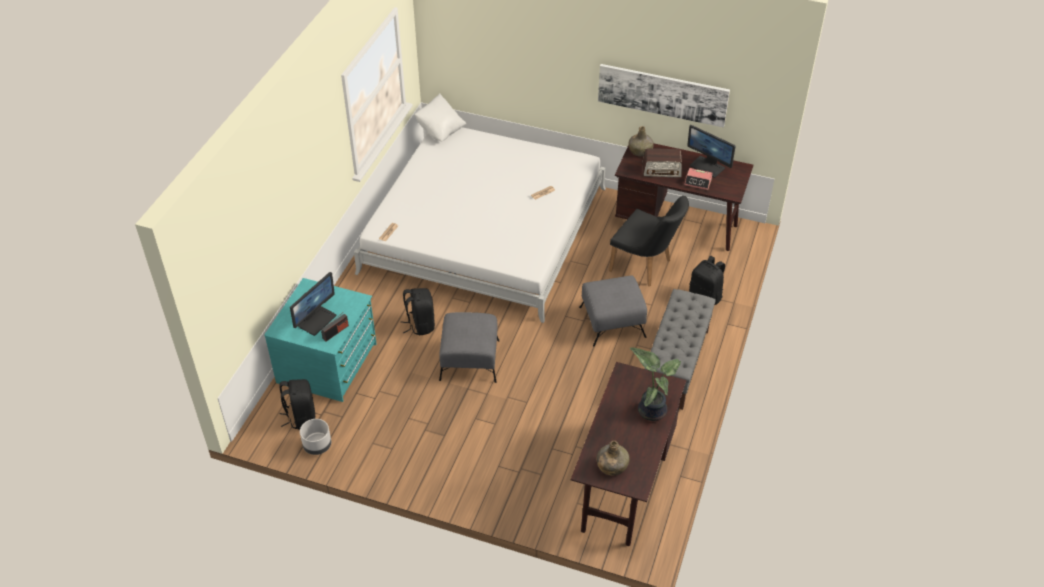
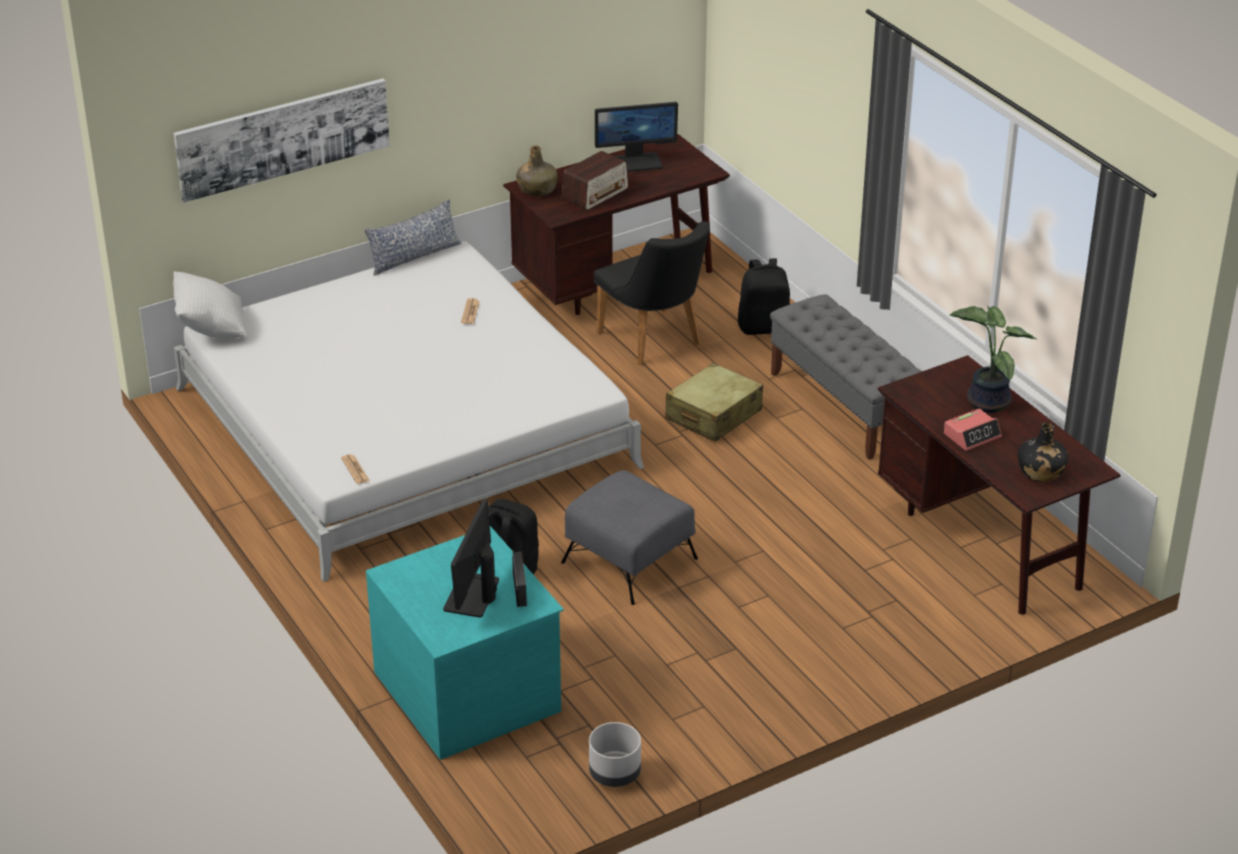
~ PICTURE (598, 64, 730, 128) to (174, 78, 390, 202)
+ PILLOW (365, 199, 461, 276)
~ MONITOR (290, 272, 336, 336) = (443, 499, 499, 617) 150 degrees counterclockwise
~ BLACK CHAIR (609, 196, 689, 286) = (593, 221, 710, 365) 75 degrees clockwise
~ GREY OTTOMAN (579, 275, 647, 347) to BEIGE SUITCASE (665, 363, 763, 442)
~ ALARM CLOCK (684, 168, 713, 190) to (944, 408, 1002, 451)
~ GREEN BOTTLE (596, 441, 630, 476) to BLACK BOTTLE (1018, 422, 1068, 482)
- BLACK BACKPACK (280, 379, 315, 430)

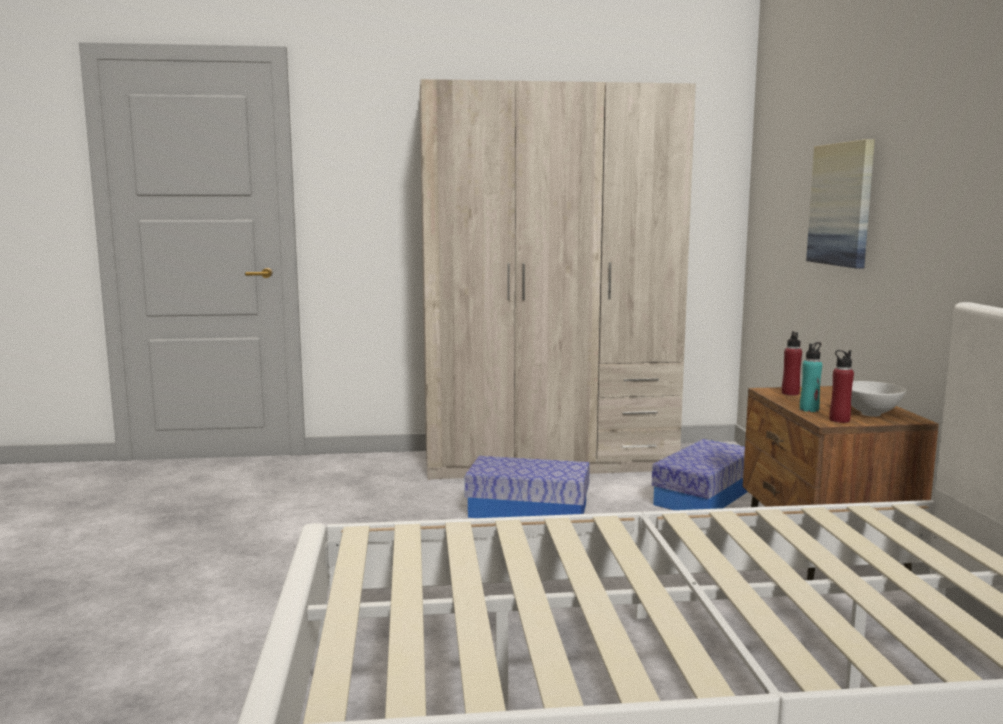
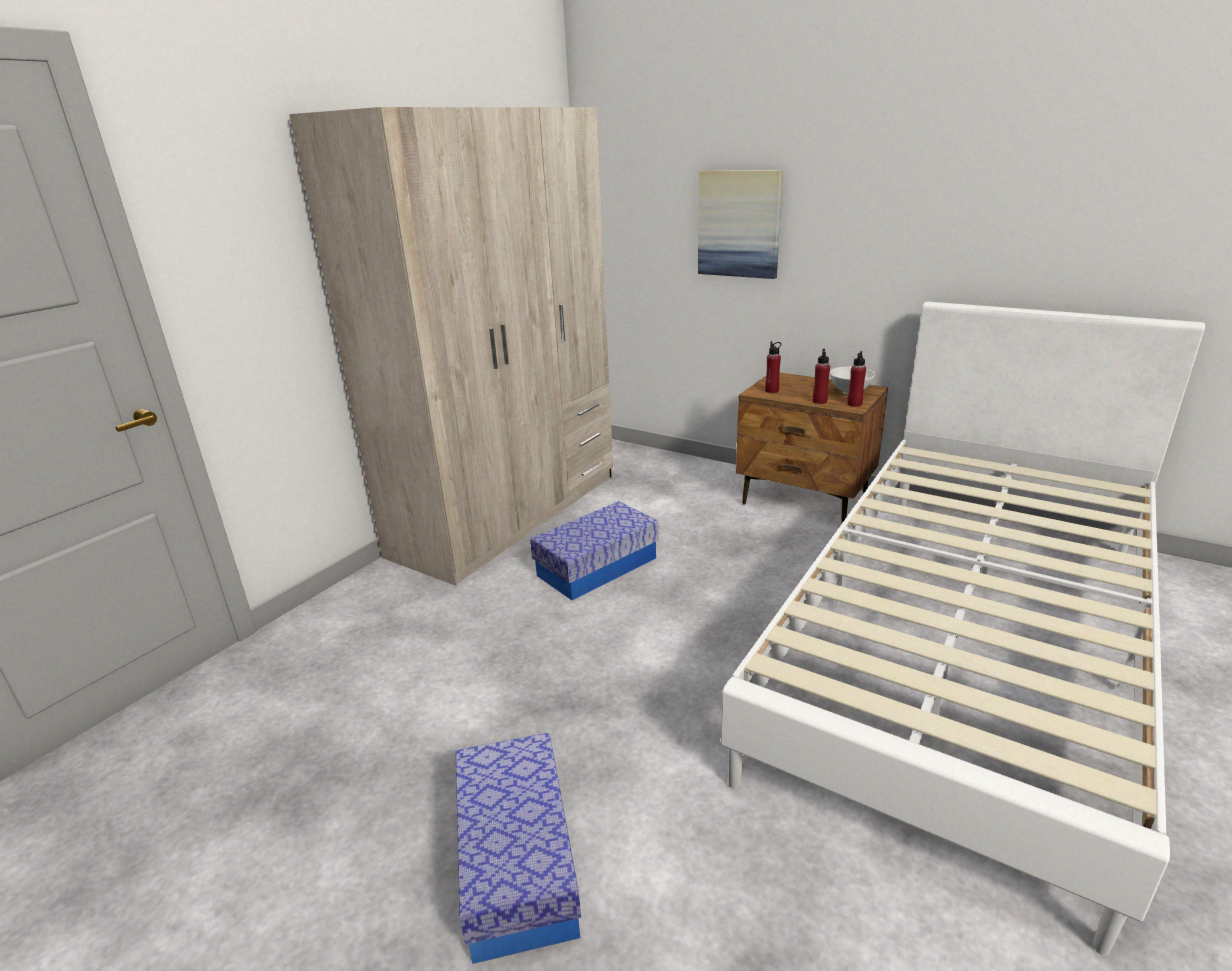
~ STORAGE BOX (652, 439, 748, 510) to (456, 733, 581, 964)
~ TURQUOISE BOTTLE (800, 342, 822, 412) to RED BOTTLE (813, 349, 830, 404)

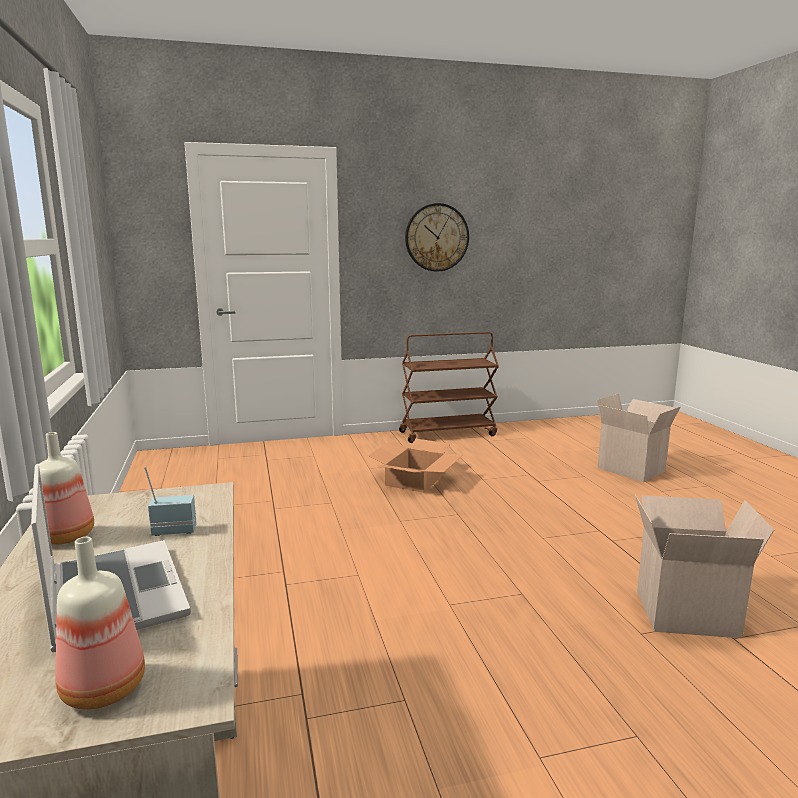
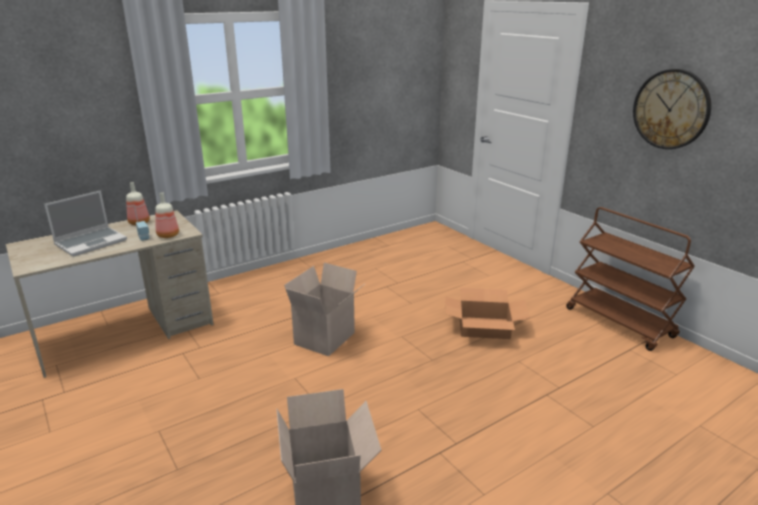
~ BOTTLE (55, 537, 145, 710) to (155, 192, 179, 238)
~ CARDBOARD BOX (597, 394, 681, 482) to (284, 263, 366, 357)

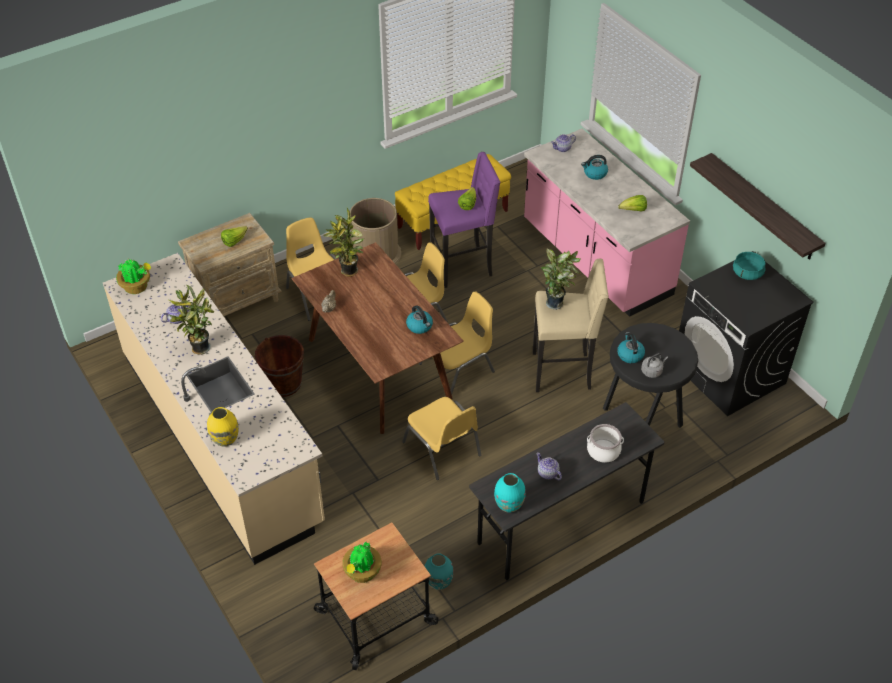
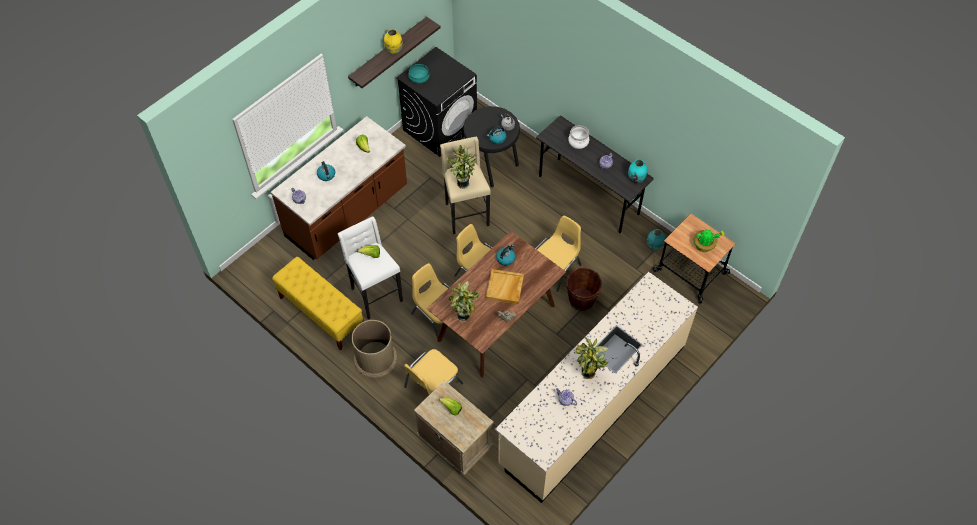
~ PINK COUNTER (524, 129, 690, 317) to BROWN COUNTER (271, 116, 407, 260)
~ PURPLE STOOL (428, 152, 500, 288) to WHITE STOOL (338, 216, 403, 319)
~ YELLOW VASE (207, 407, 239, 447) to (384, 29, 403, 55)
+ BEIGE TRAY (486, 269, 524, 304)
~ BROWN BUCKET (255, 335, 304, 397) to (566, 268, 602, 311)
- POTTED PLANT (116, 259, 151, 294)

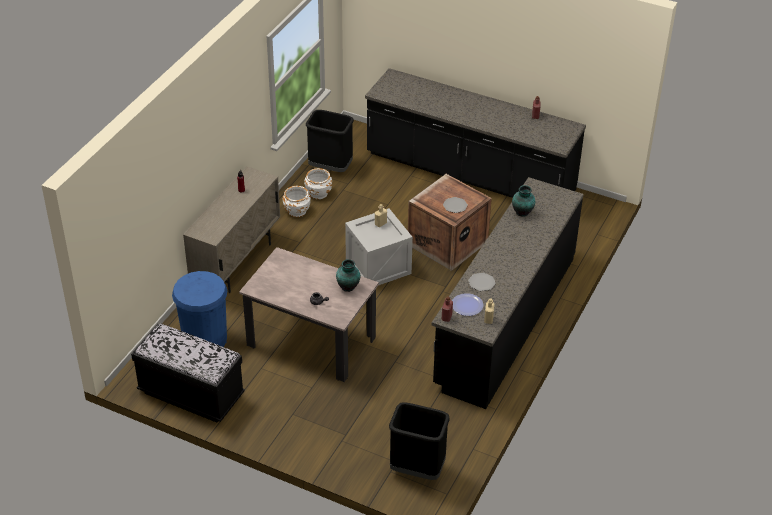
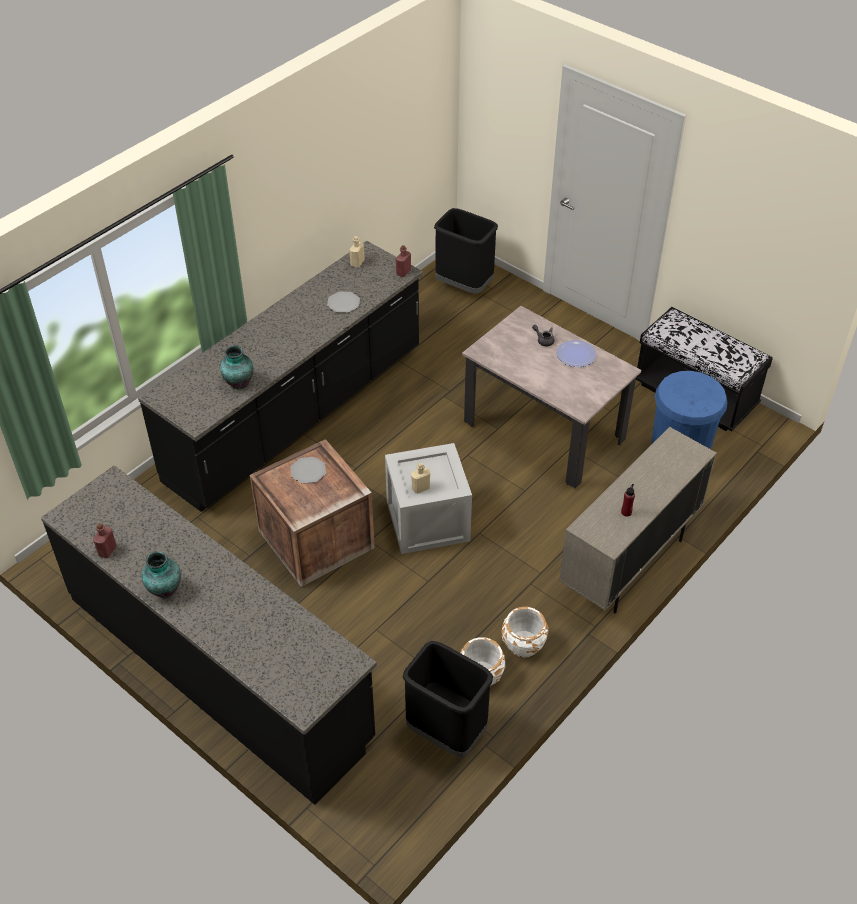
~ VASE (336, 259, 360, 292) to (142, 551, 181, 598)
~ PLATE (452, 293, 484, 316) to (556, 340, 596, 367)

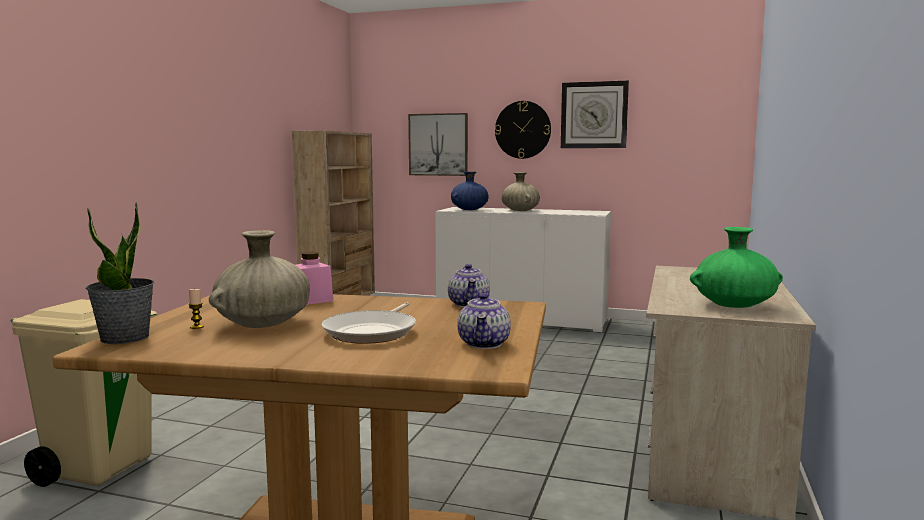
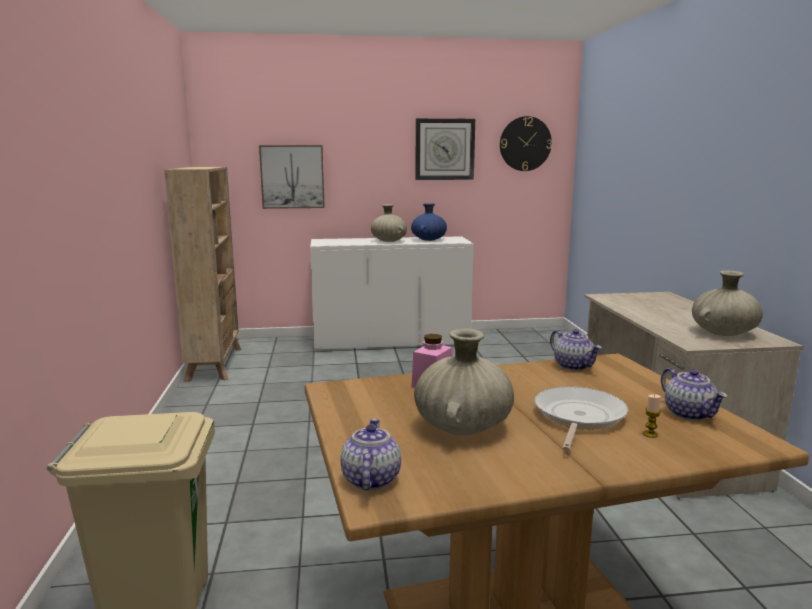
~ POTTED PLANT (86, 202, 154, 344) to TEAPOT (340, 419, 401, 490)
~ BLUE VASE (451, 172, 489, 210) to (411, 203, 447, 241)
~ WALL CLOCK (495, 101, 551, 159) to (500, 116, 552, 171)
~ FRYING PAN (322, 302, 416, 344) = (534, 386, 628, 451) 150 degrees counterclockwise
~ CANDLE (189, 288, 204, 329) to (643, 394, 661, 438)
~ GREEN VASE (690, 227, 783, 308) to BEIGE VASE (692, 270, 763, 336)

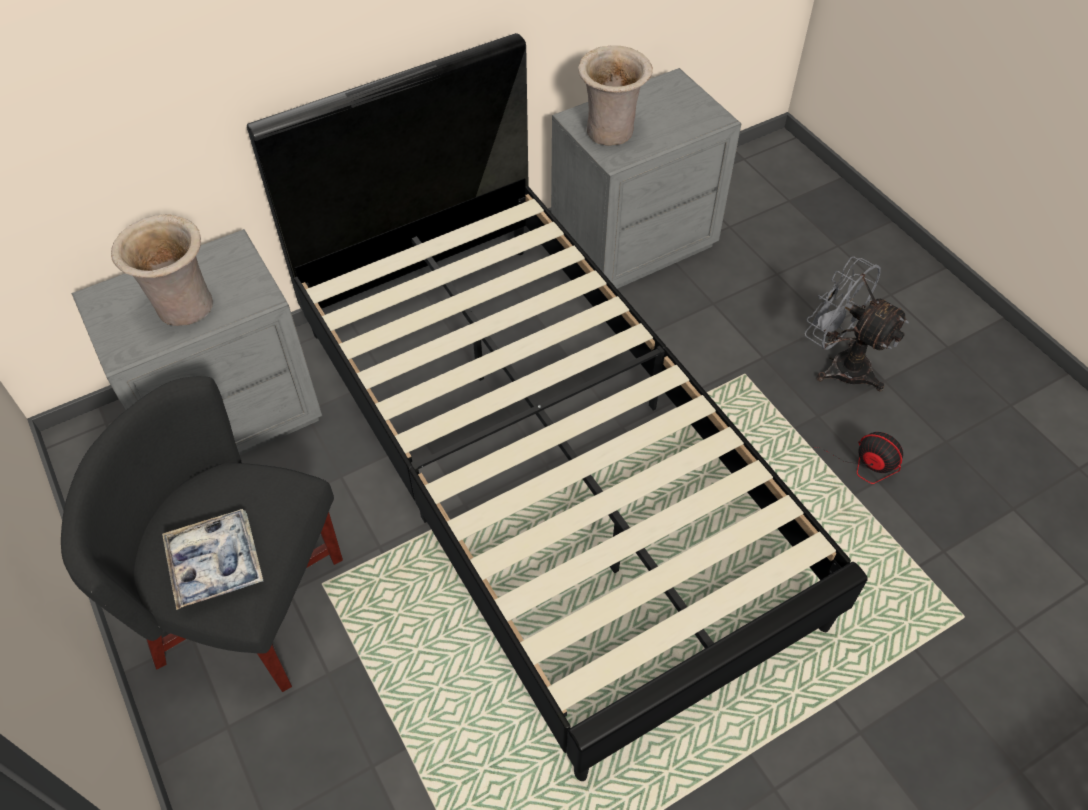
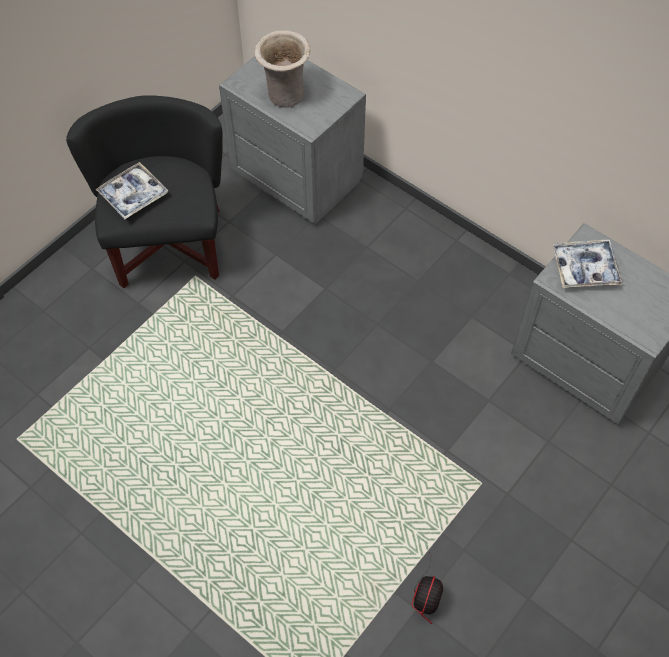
~ BEIGE VASE (578, 46, 653, 146) to TRAY (553, 240, 622, 288)
- BLACK BED (247, 33, 868, 781)
- GREY FAN (805, 257, 909, 392)

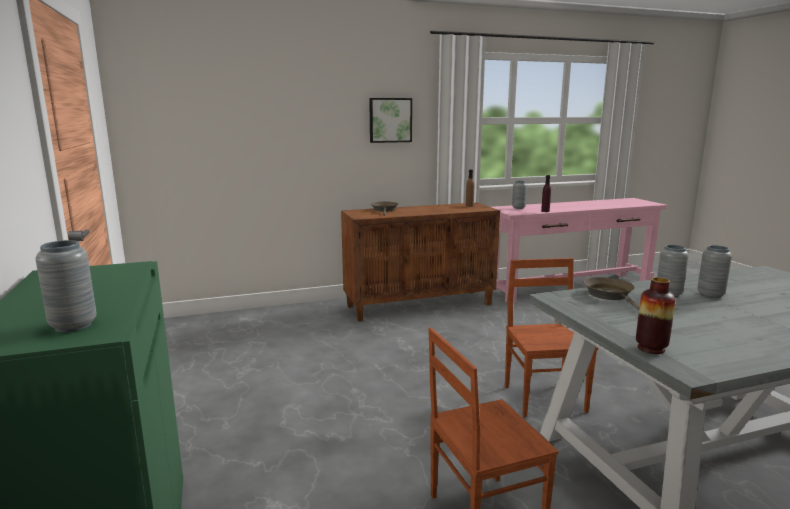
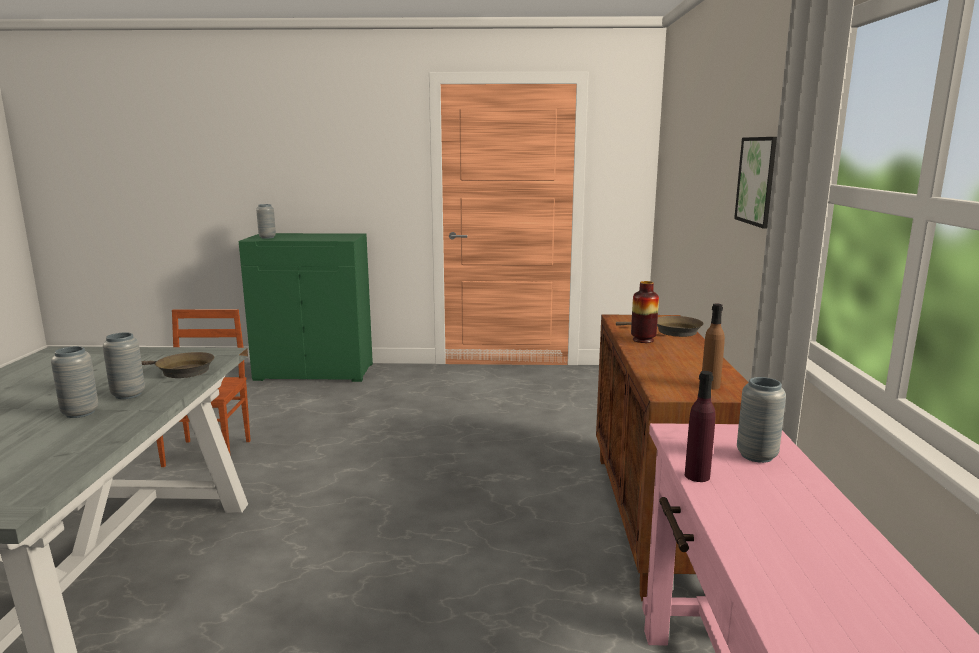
~ VASE (636, 277, 676, 354) to (631, 281, 659, 343)
- BROWN CHAIR (505, 258, 598, 417)

